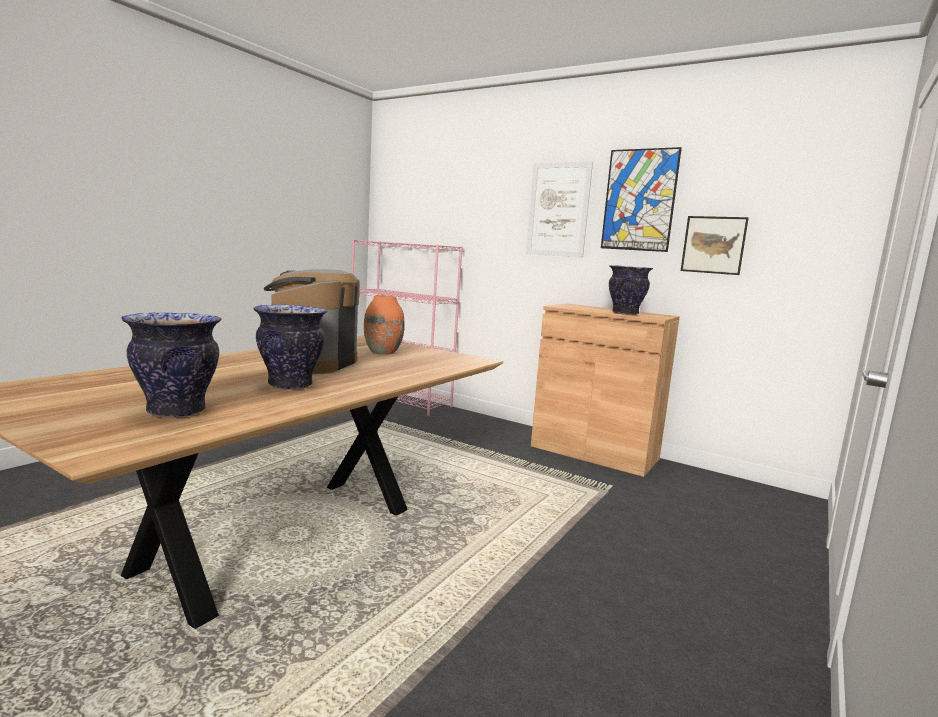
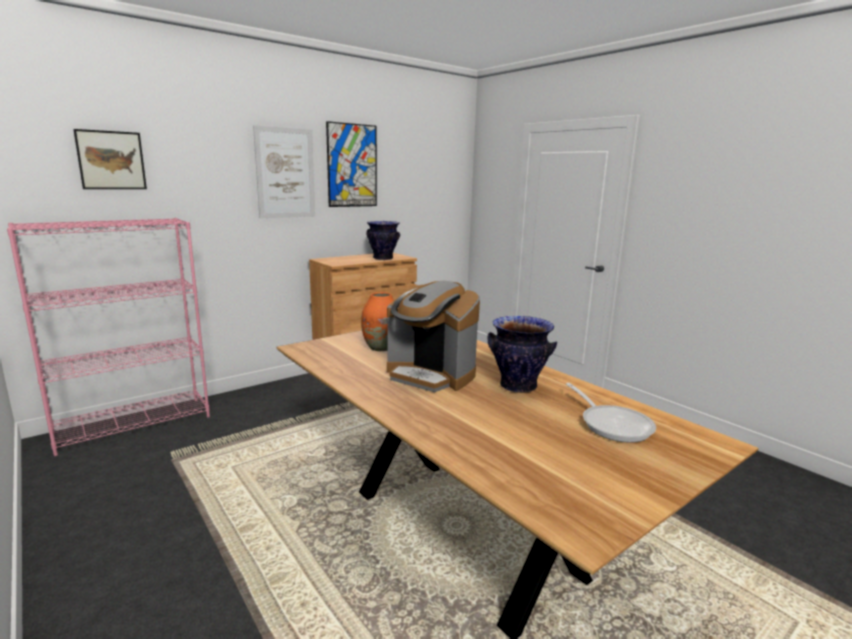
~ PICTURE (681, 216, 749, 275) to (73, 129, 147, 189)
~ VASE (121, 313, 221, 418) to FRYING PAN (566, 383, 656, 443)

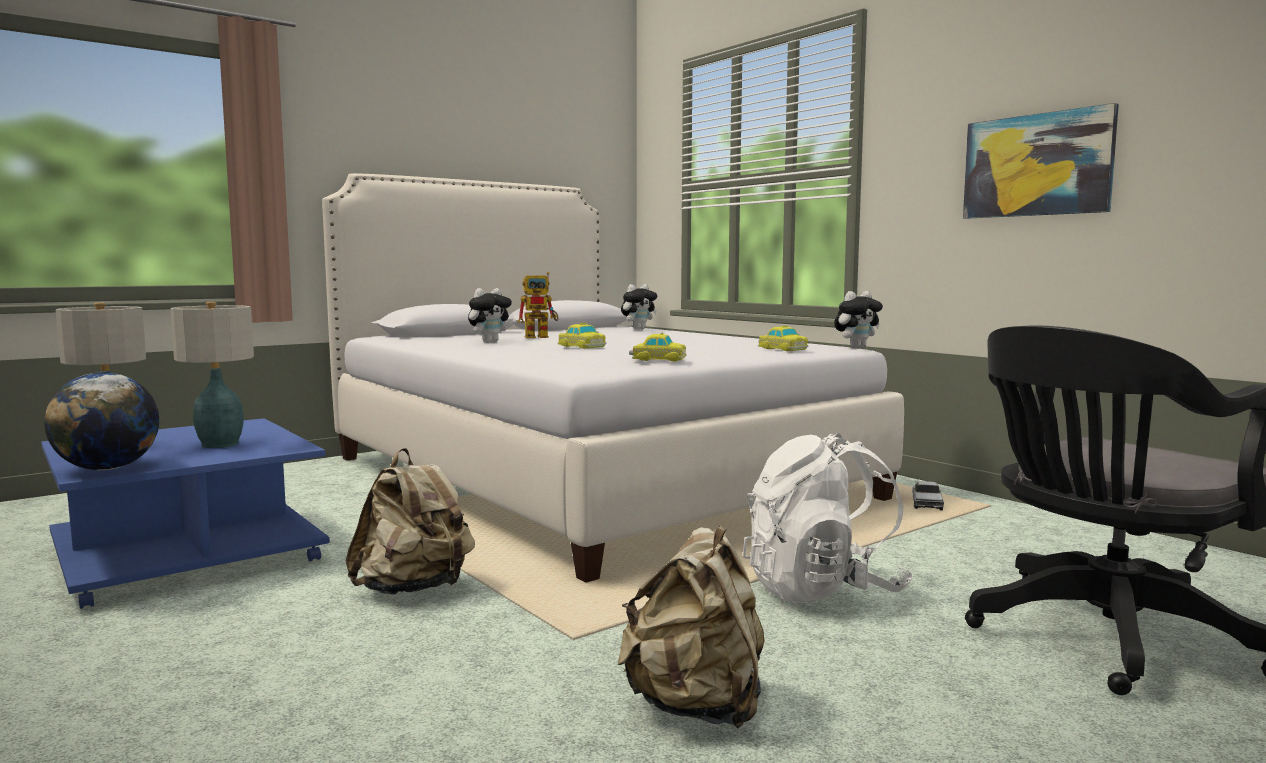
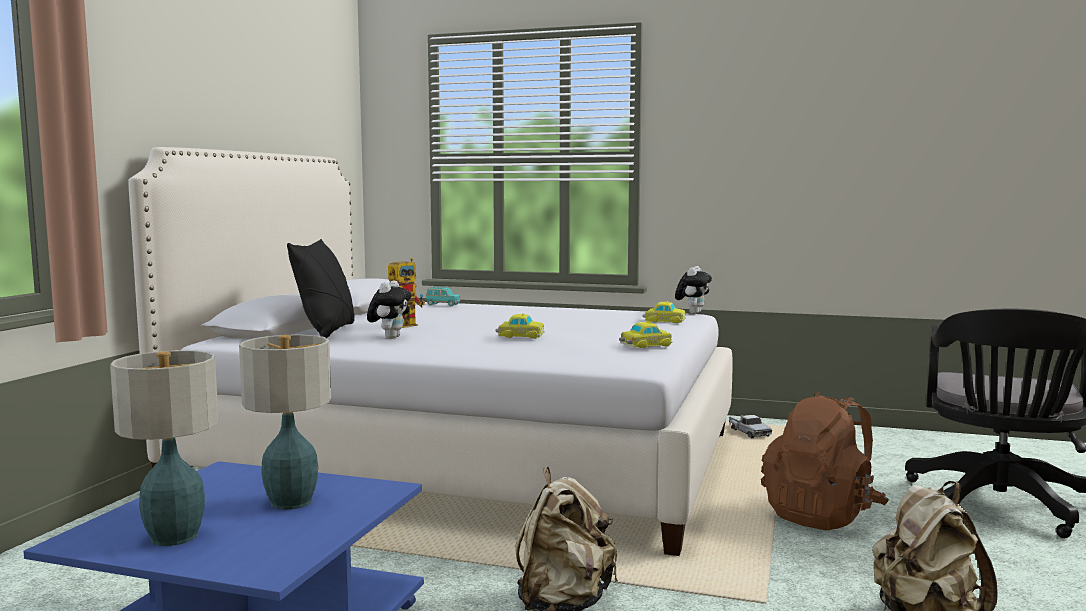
+ BLACK PILLOW (287, 239, 355, 338)
~ PLUSH TOY (621, 284, 657, 330) to TURQUOISE TOY CAR (426, 286, 460, 306)
~ WHITE BACKPACK (743, 433, 913, 603) to BROWN BACKPACK (761, 392, 889, 530)
- GLOBE (44, 372, 159, 470)
- PICTURE (963, 103, 1119, 219)

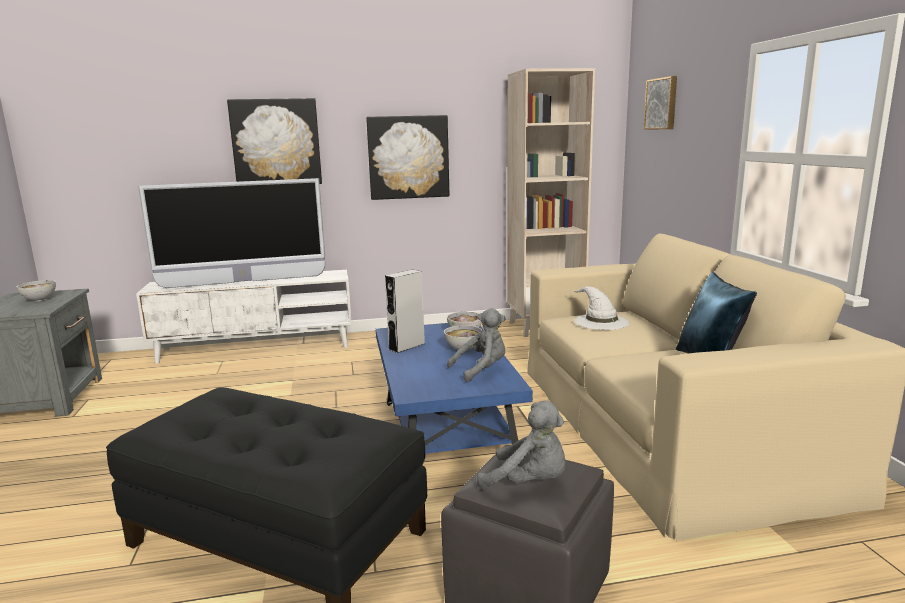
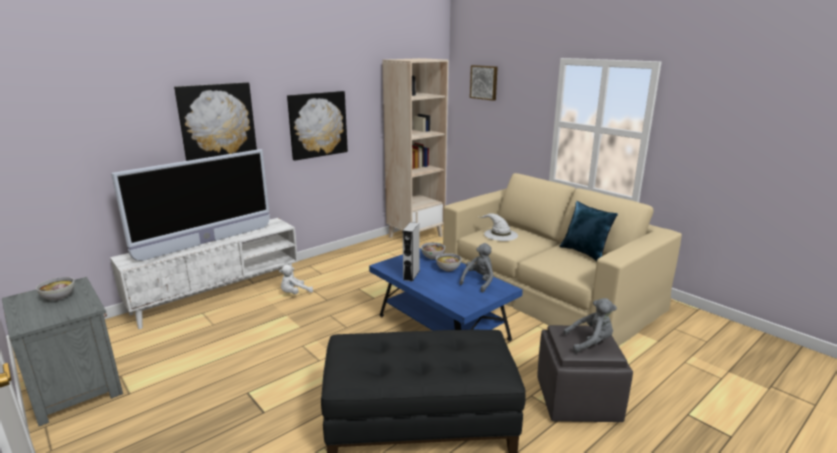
+ WHITE PLUSH TOY (279, 265, 313, 294)

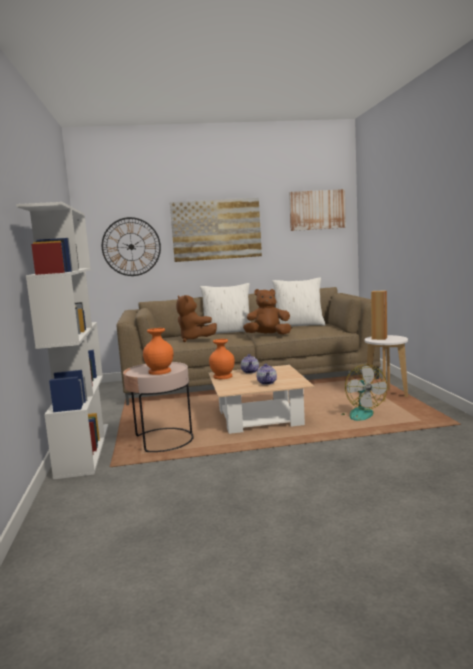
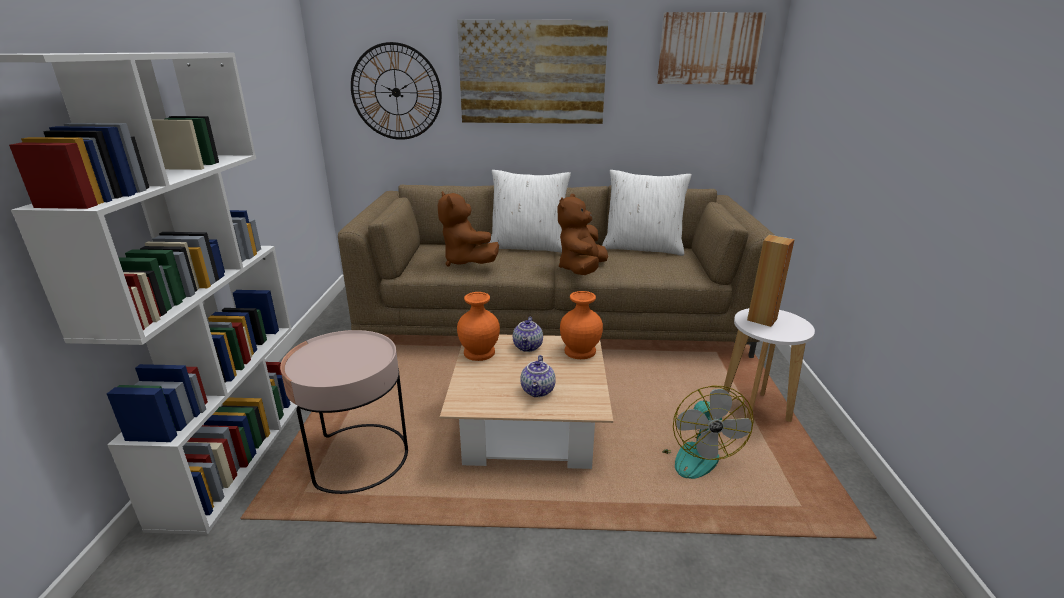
~ BROWN PLUSH TOY (243, 289, 291, 335) = (558, 194, 608, 275) 75 degrees counterclockwise
~ ORANGE VASE (143, 328, 173, 375) to (560, 291, 603, 359)

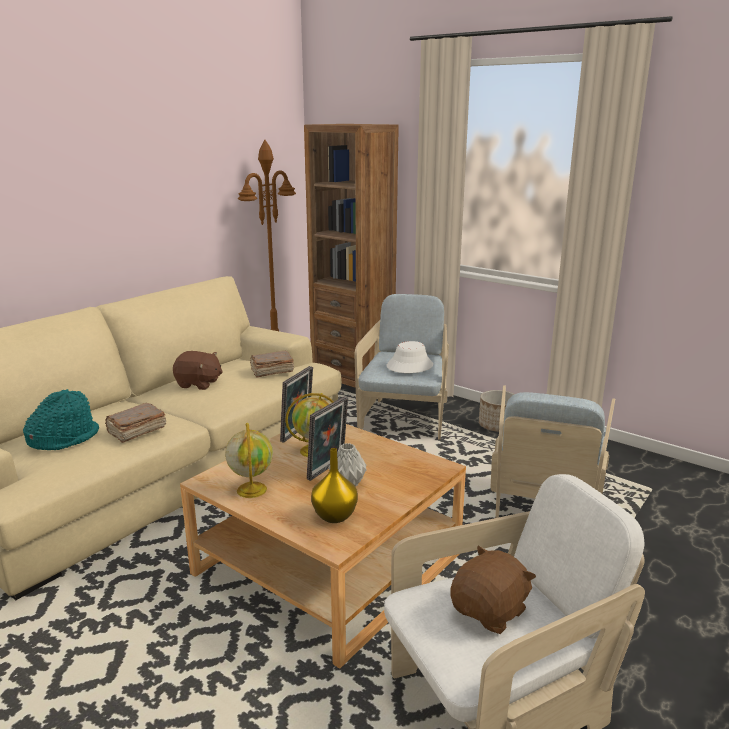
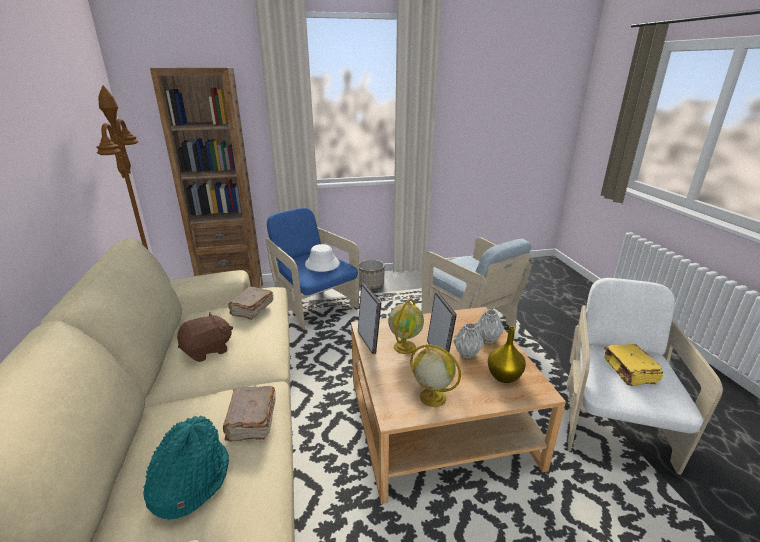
~ BEIGE ARMCHAIR (355, 294, 449, 440) to BLUE ARMCHAIR (266, 208, 359, 330)
+ GREY VASE (475, 310, 504, 343)
~ BROWN PLUSH TOY (450, 545, 536, 634) to YELLOW BOOK (604, 344, 663, 386)

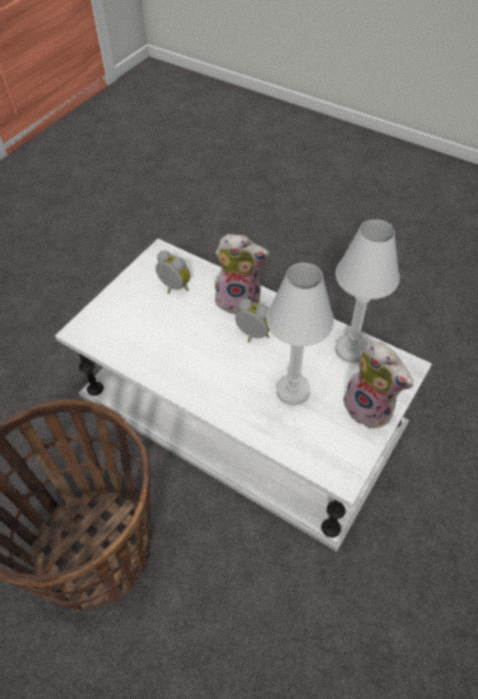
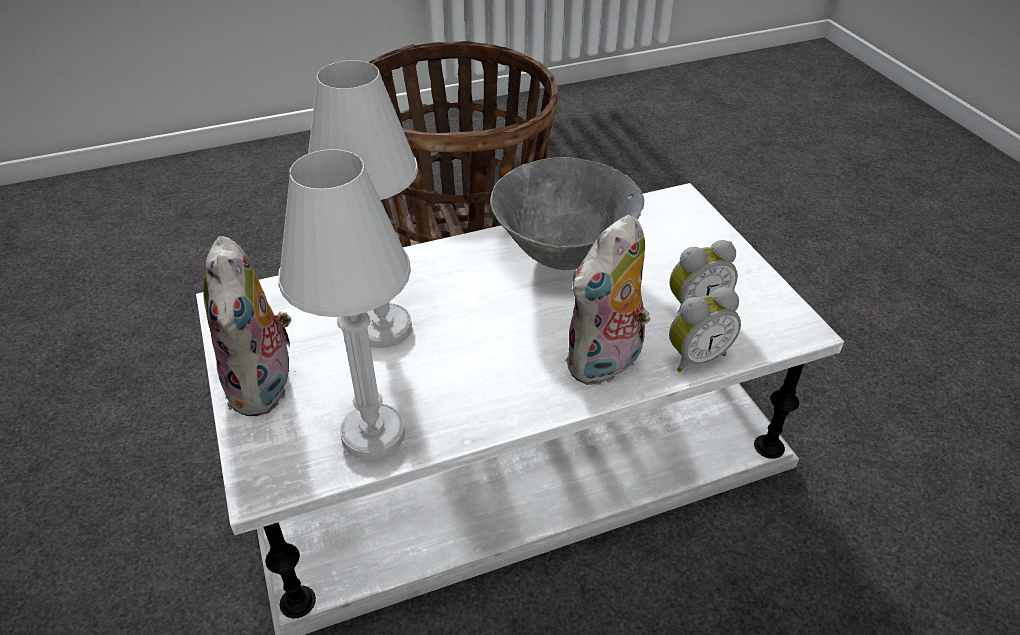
~ PLUSH TOY (343, 342, 414, 429) = (203, 236, 291, 416) 90 degrees counterclockwise
+ GREY BOWL (490, 157, 644, 270)
~ ALARM CLOCK (235, 298, 269, 343) to (669, 287, 741, 372)

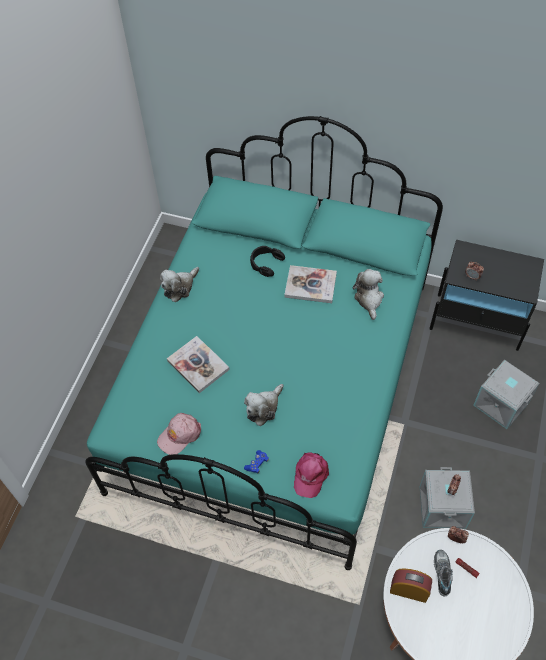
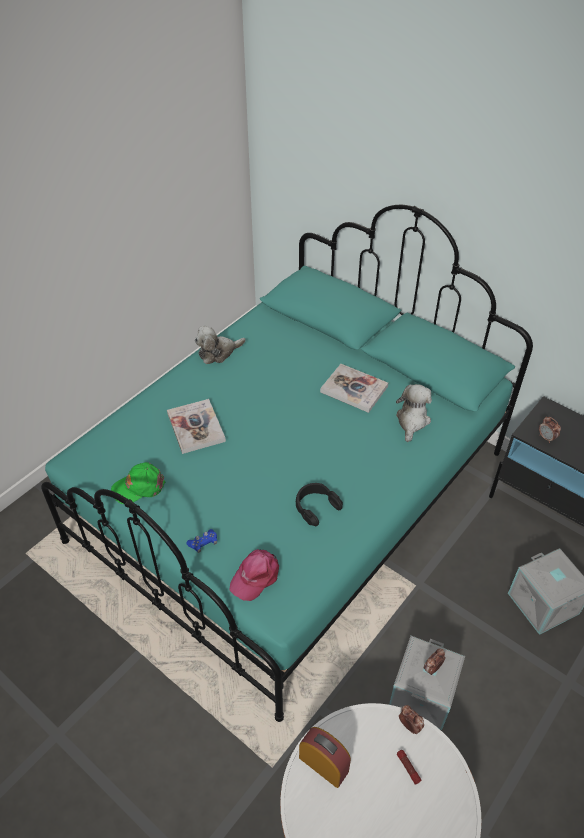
~ PINK CAP (157, 413, 201, 455) to GREEN CAP (111, 462, 165, 504)
~ BLACK HEADPHONES (250, 246, 285, 277) to (296, 483, 343, 526)
- PLUSH TOY (244, 384, 283, 426)
- SHOE (434, 550, 453, 596)

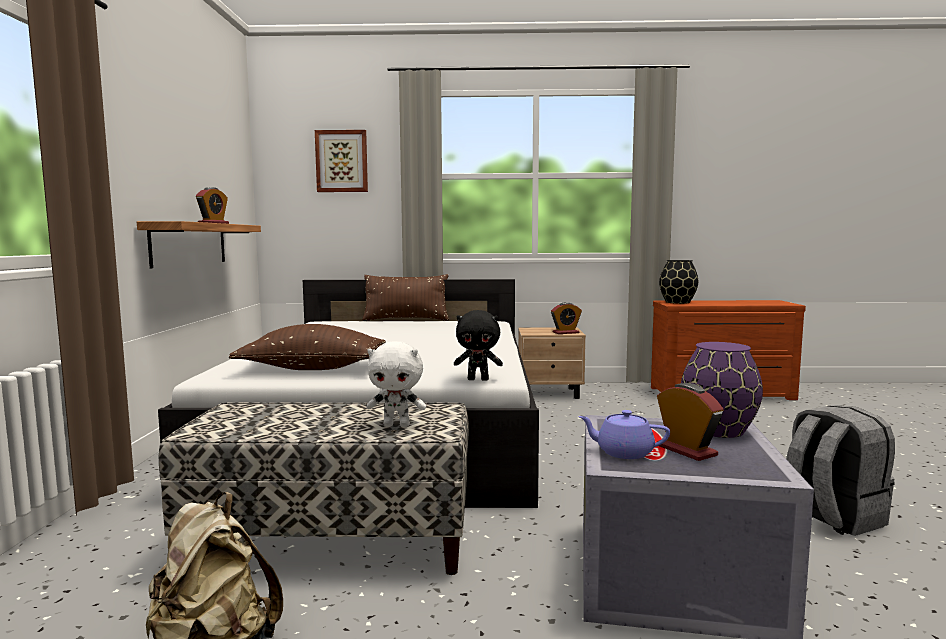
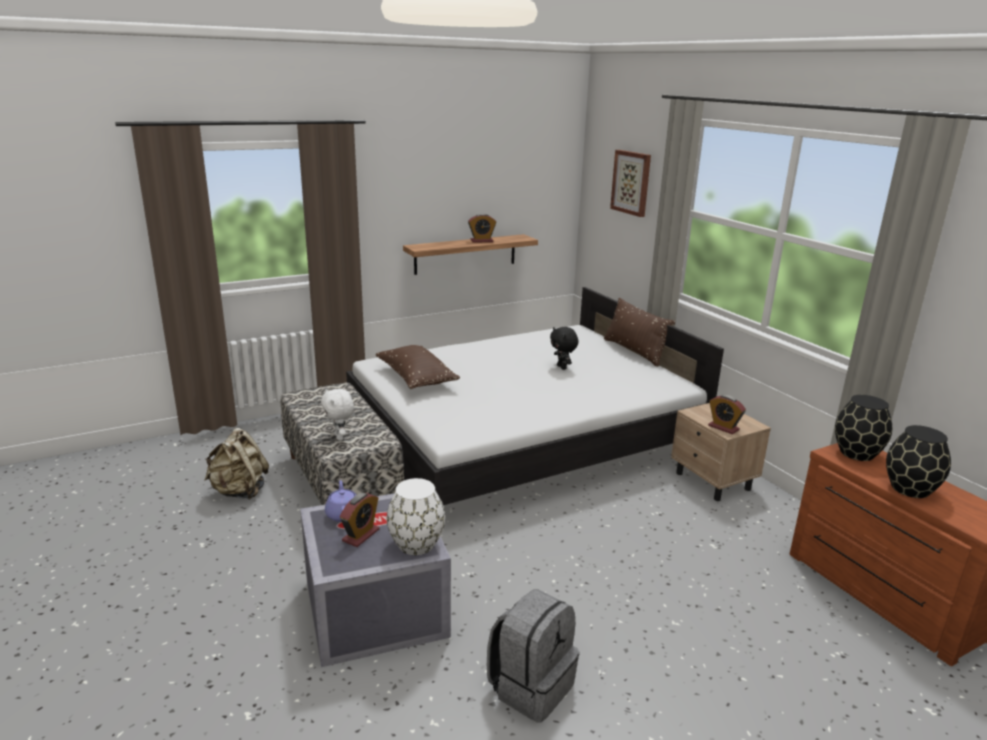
~ PURPLE VASE (681, 342, 763, 438) to WHITE VASE (387, 478, 445, 555)
~ BLACK PLUSH TOY (454, 310, 503, 381) to (550, 327, 578, 370)
+ BLACK VASE (886, 425, 951, 498)

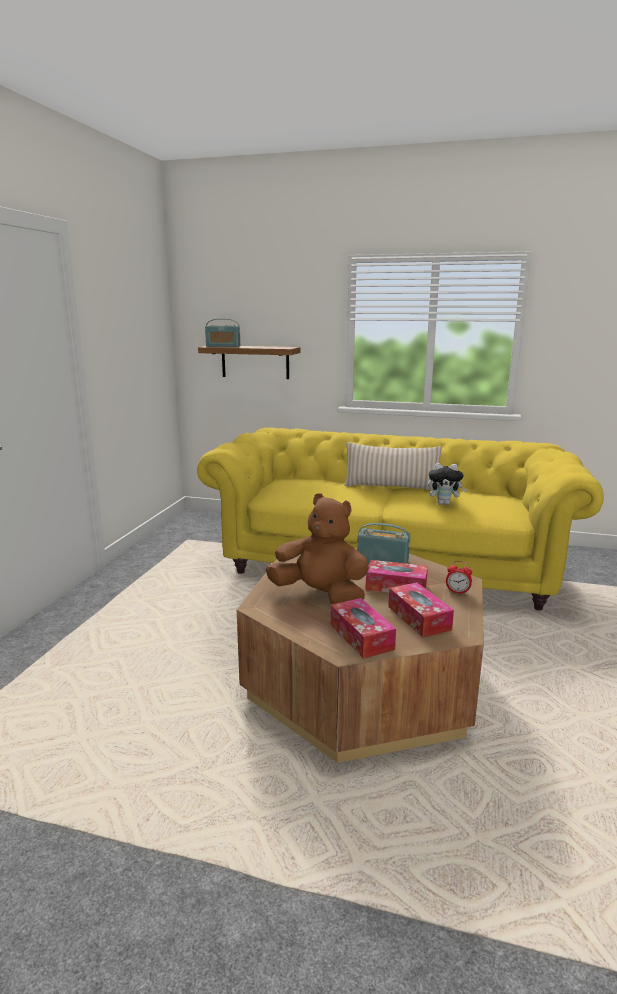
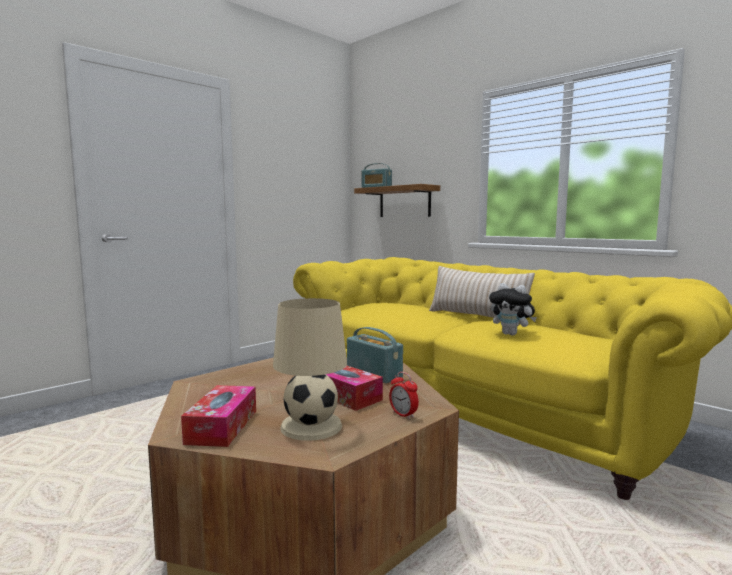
~ TISSUE BOX (388, 582, 454, 637) to BEIGE TABLE LAMP (273, 298, 347, 441)
- BROWN PLUSH TOY (265, 493, 369, 605)

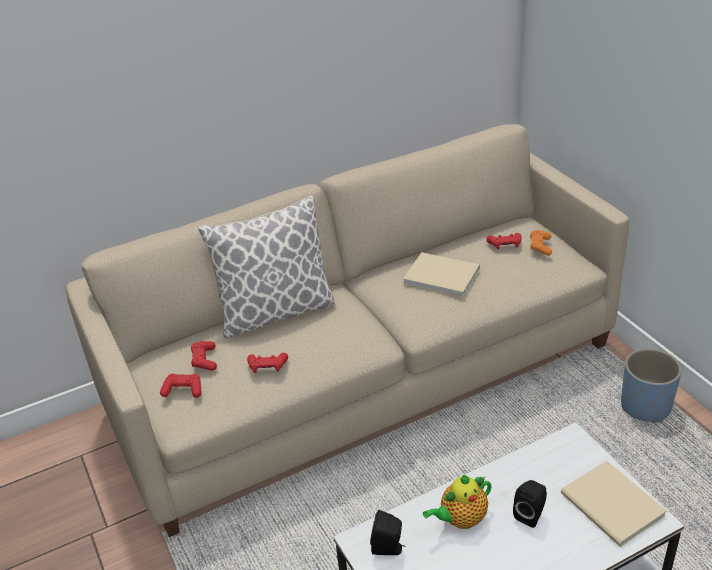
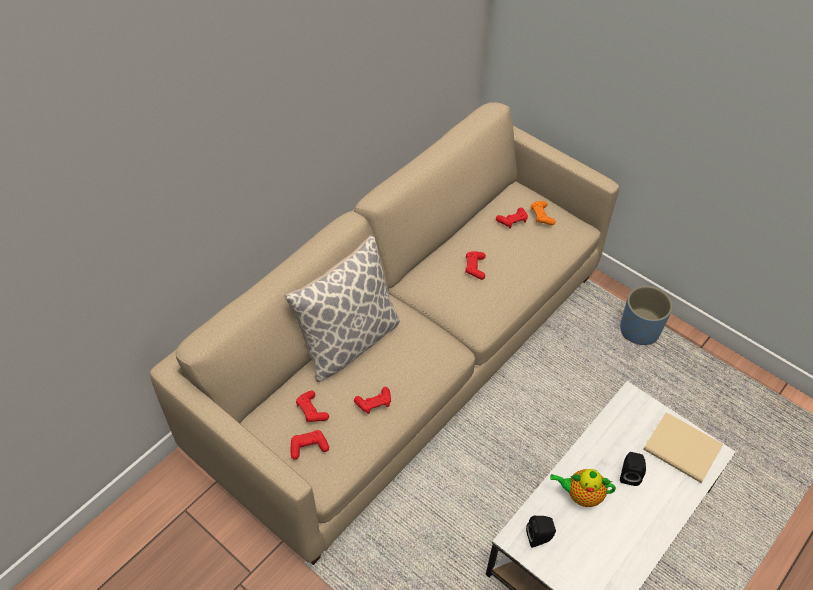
~ BEIGE BOOK (403, 252, 480, 297) to RED GAME CONTROLLER (465, 251, 486, 280)
~ TEAPOT (423, 475, 492, 529) = (550, 469, 616, 507) 60 degrees clockwise

